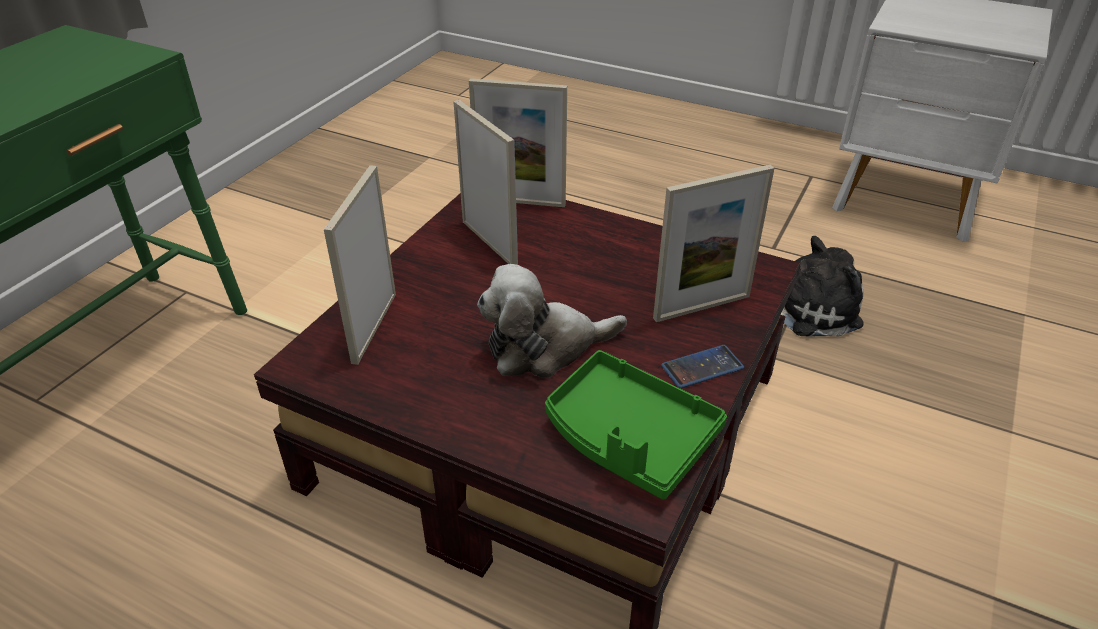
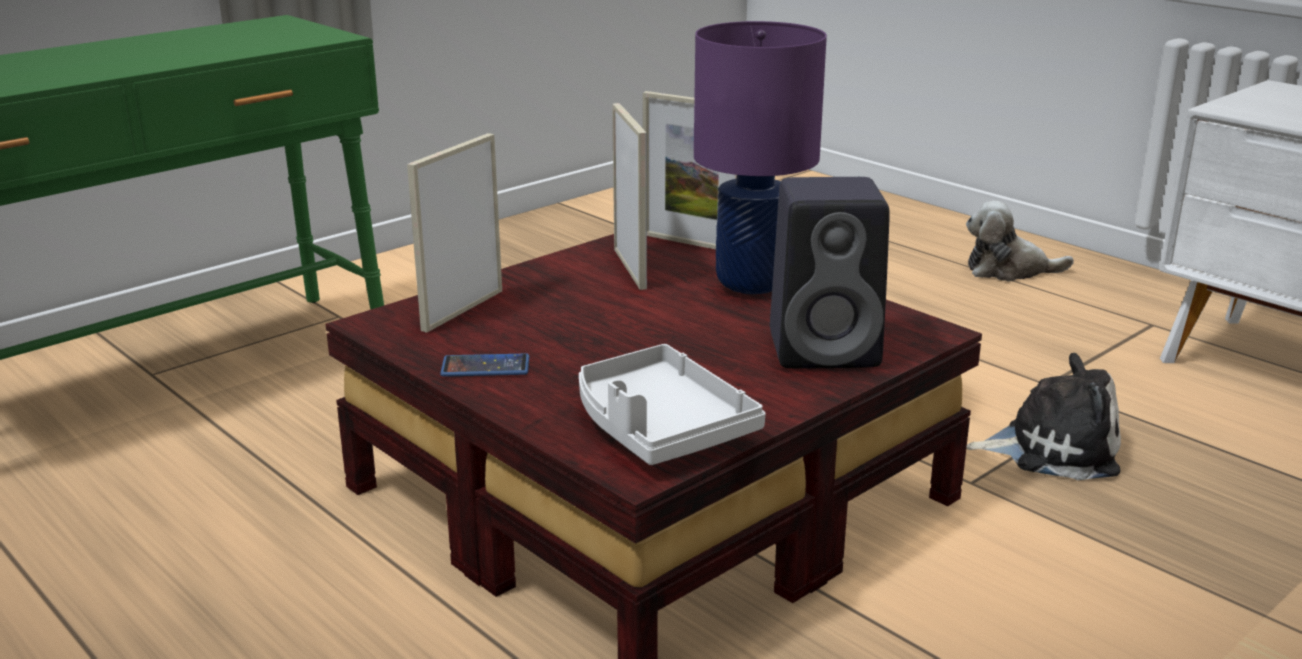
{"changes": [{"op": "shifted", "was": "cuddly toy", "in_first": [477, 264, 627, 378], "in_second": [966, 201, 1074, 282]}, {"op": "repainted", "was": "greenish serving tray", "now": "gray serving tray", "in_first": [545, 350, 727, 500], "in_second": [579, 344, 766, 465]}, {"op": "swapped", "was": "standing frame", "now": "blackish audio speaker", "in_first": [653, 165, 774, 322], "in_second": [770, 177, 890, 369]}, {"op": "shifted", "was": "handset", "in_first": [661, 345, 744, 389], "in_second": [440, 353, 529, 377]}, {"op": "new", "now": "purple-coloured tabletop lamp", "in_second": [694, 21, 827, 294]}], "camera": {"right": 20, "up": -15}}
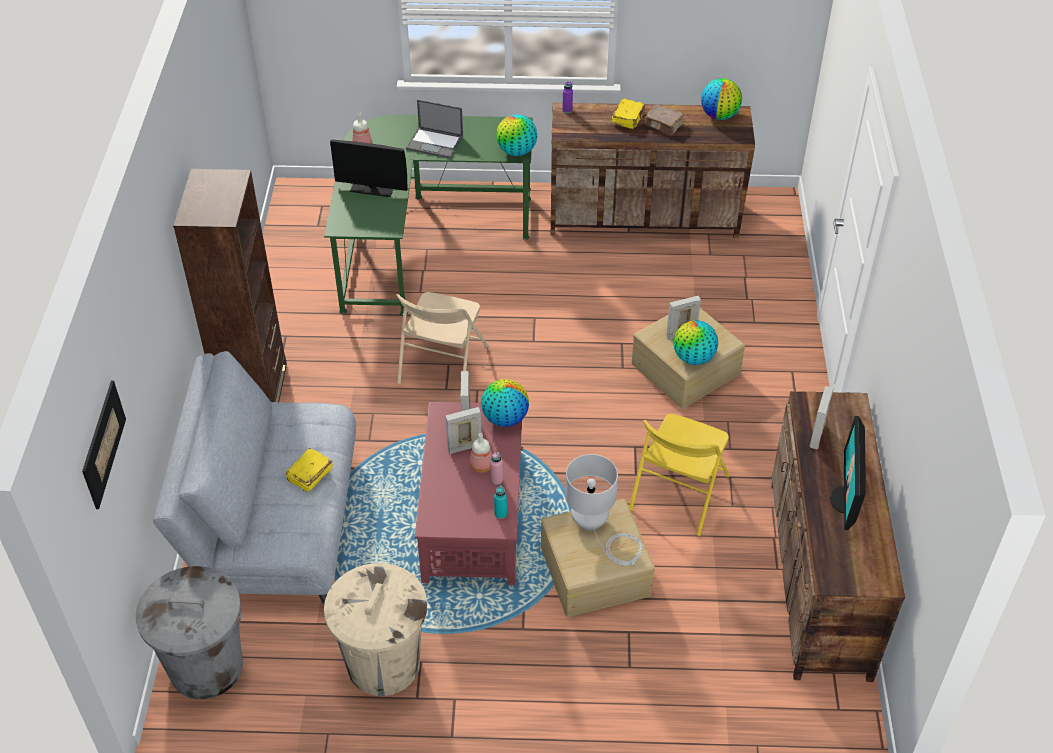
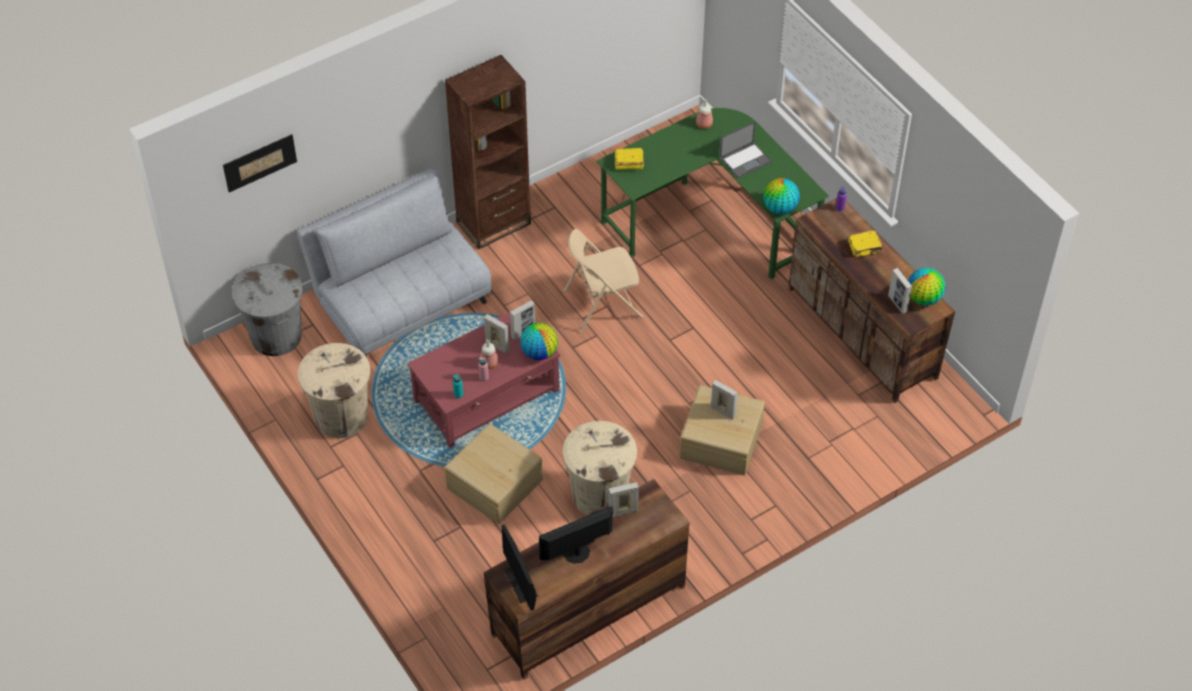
{"changes": [{"op": "shifted", "was": "yellowish book", "in_first": [286, 448, 333, 492], "in_second": [615, 148, 644, 169]}, {"op": "shifted", "was": "computer display", "in_first": [330, 139, 408, 197], "in_second": [501, 525, 538, 611]}, {"op": "rotated", "was": "portable computer", "in_first": [406, 100, 463, 159], "in_second": [720, 122, 772, 178], "clockwise": -105}, {"op": "gone", "was": "gray tabletop lamp", "in_first": [565, 454, 642, 566]}, {"op": "swapped", "was": "yellowish plain chair", "now": "sand-coloured trash can", "in_first": [629, 414, 730, 536], "in_second": [563, 421, 637, 515]}, {"op": "gone", "was": "brownish book", "in_first": [645, 104, 684, 135]}, {"op": "gone", "was": "desk globe", "in_first": [673, 320, 718, 365]}, {"op": "new", "now": "standing frame", "in_second": [888, 268, 913, 314]}], "camera": {"right": 55, "up": 5}}
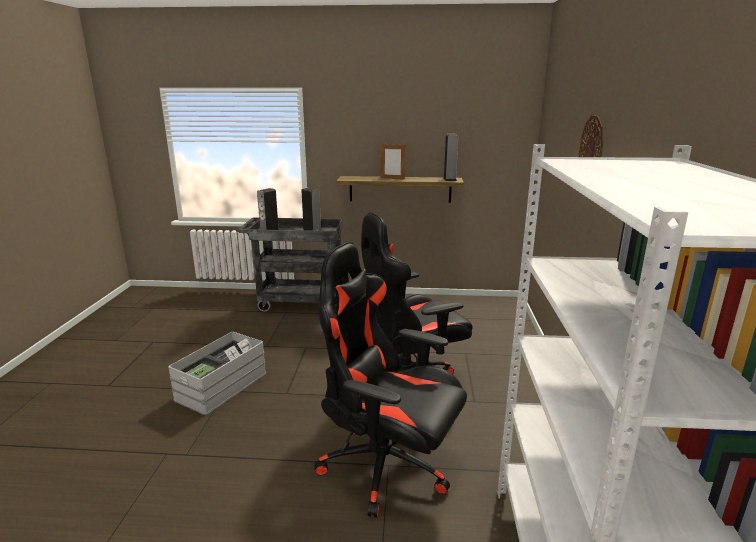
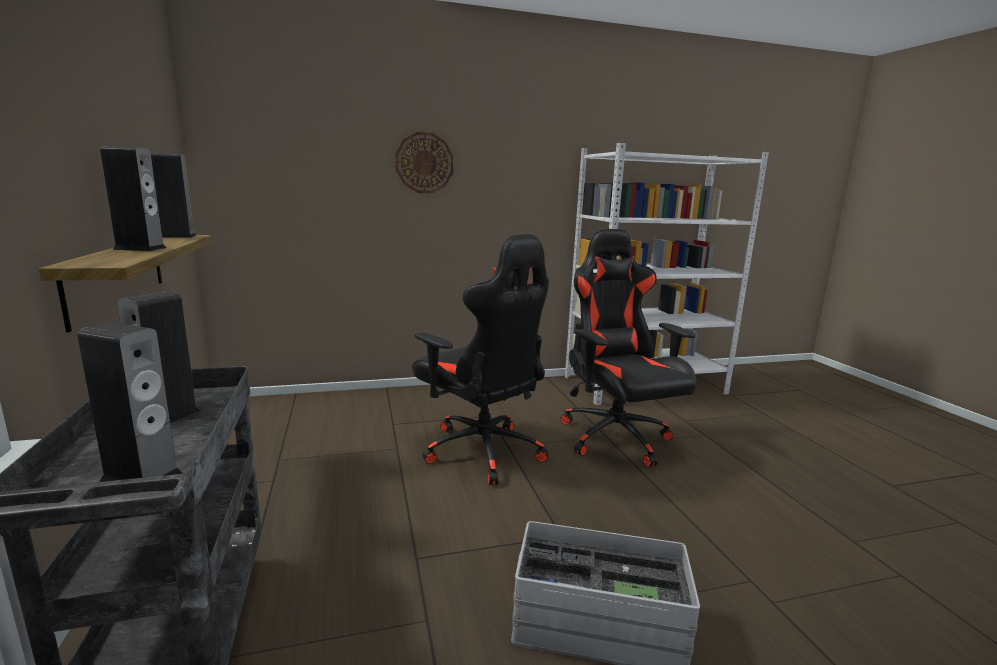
{"changes": [{"op": "rotated", "was": "blackish computer chair", "in_first": [314, 242, 467, 518], "in_second": [561, 229, 696, 467], "clockwise": 150}, {"op": "swapped", "was": "standing frame", "now": "audio speaker", "in_first": [381, 144, 405, 180], "in_second": [100, 146, 167, 251]}], "camera": {"right": -110, "up": -5}}
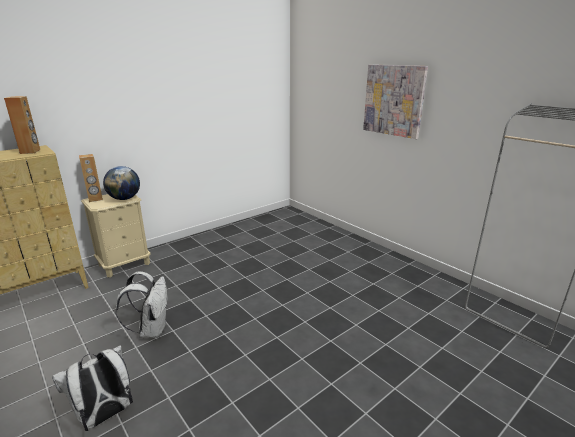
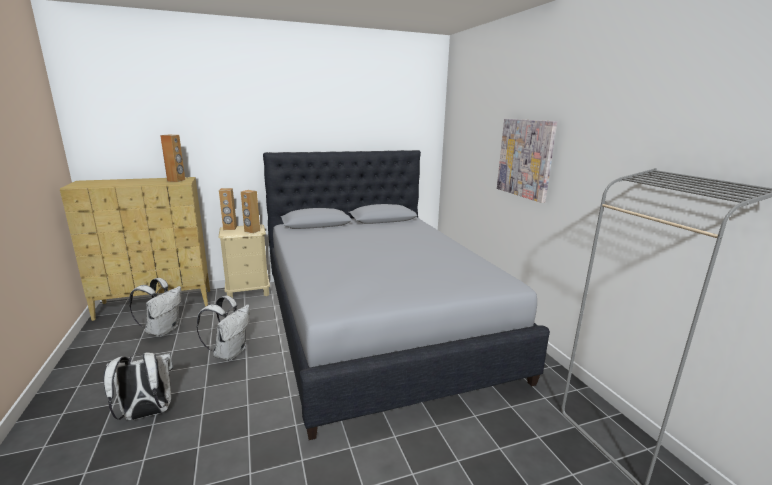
{"changes": [{"op": "swapped", "was": "desk globe", "now": "brownish audio speaker", "in_first": [103, 166, 140, 200], "in_second": [241, 190, 260, 233]}, {"op": "new", "now": "white-coloured rucksack", "in_second": [129, 278, 181, 337]}, {"op": "new", "now": "gray sleeping bed", "in_second": [263, 150, 550, 440]}], "camera": {"right": 20, "up": -5}}
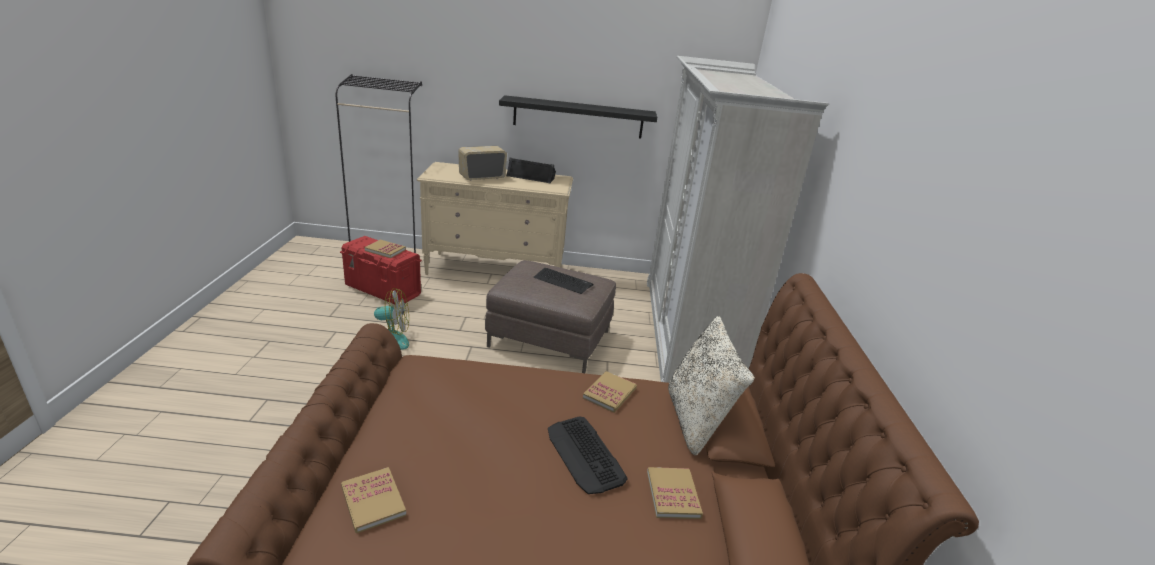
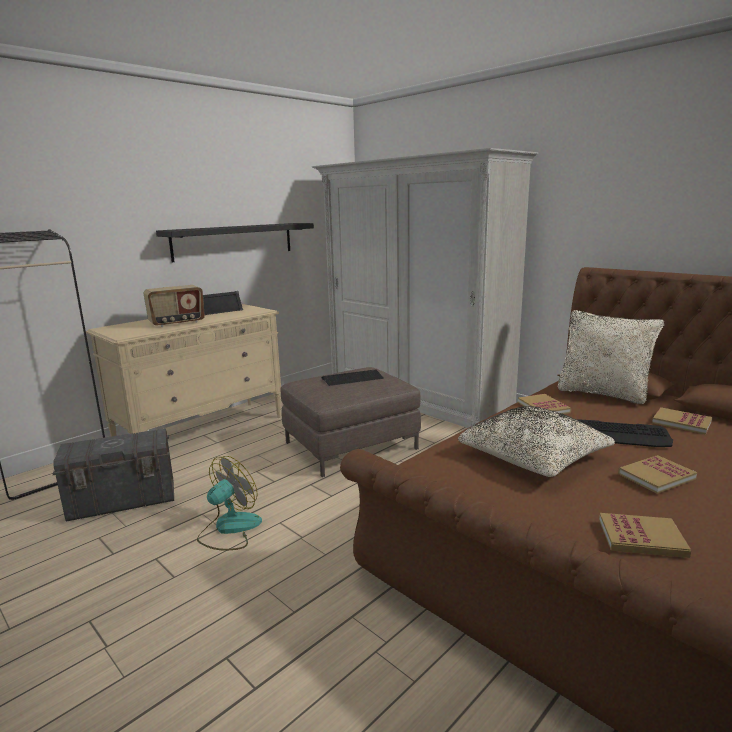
{"changes": [{"op": "repainted", "was": "red-coloured storage box", "now": "gray storage box", "in_first": [340, 236, 422, 304], "in_second": [53, 428, 174, 521]}, {"op": "shifted", "was": "book", "in_first": [365, 240, 406, 258], "in_second": [618, 455, 697, 494]}, {"op": "rotated", "was": "radio", "in_first": [458, 146, 507, 181], "in_second": [143, 285, 205, 327], "clockwise": -135}, {"op": "new", "now": "sand-coloured throw pillow", "in_second": [458, 406, 615, 477]}], "camera": {"right": -45, "up": -10}}
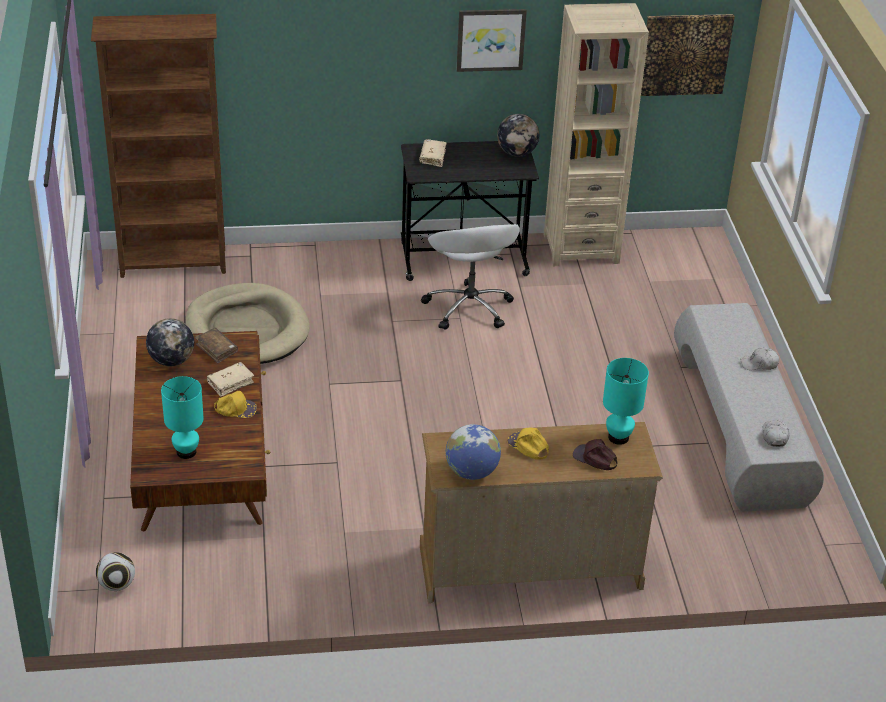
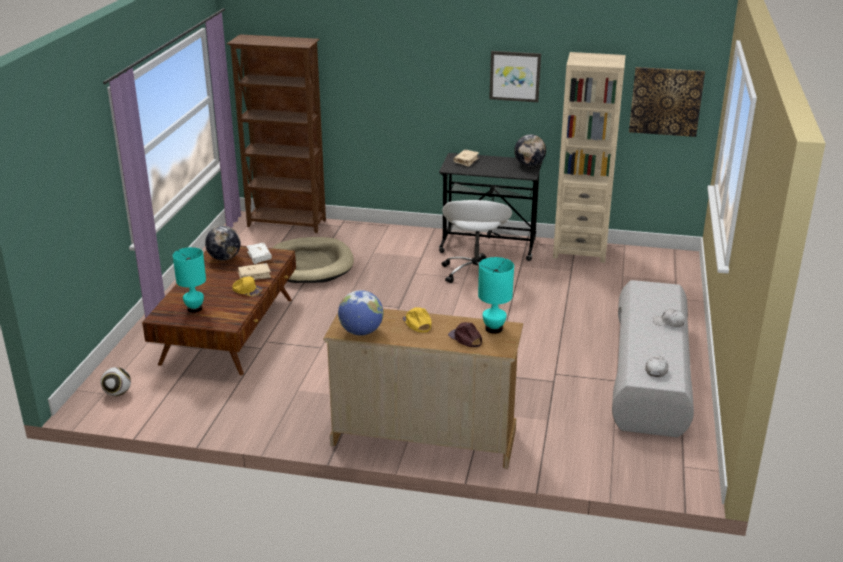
{"changes": [{"op": "repainted", "was": "brownish book", "now": "white-coloured book", "in_first": [195, 328, 238, 364], "in_second": [246, 243, 272, 264]}], "camera": {"right": 20, "up": -10}}
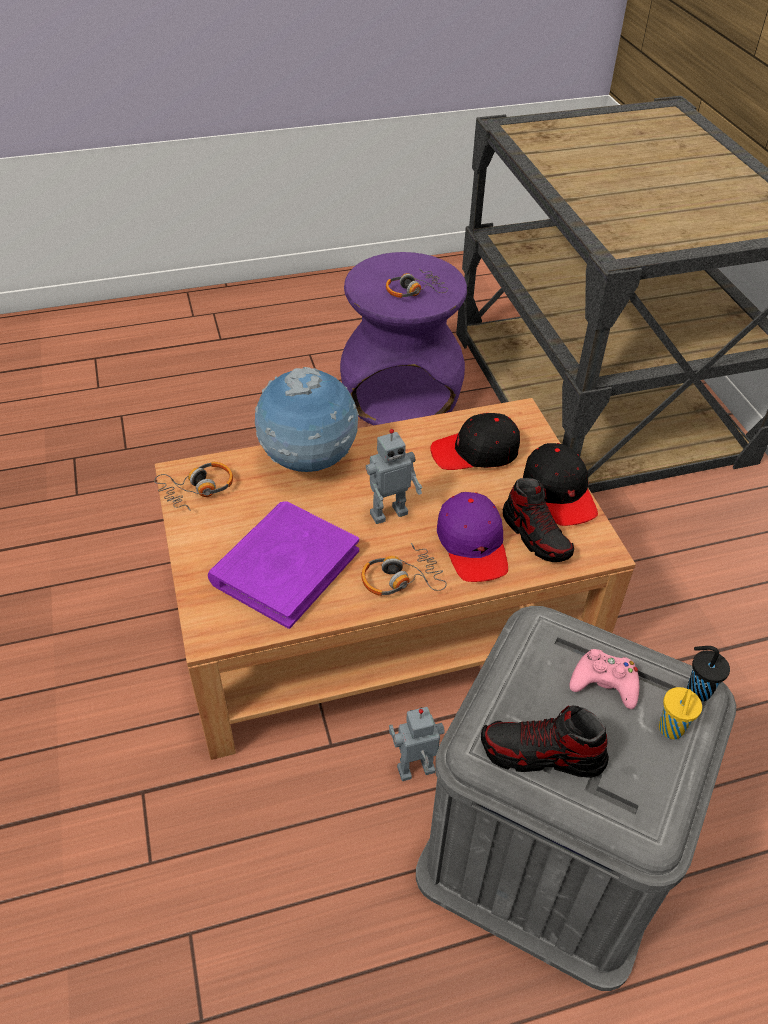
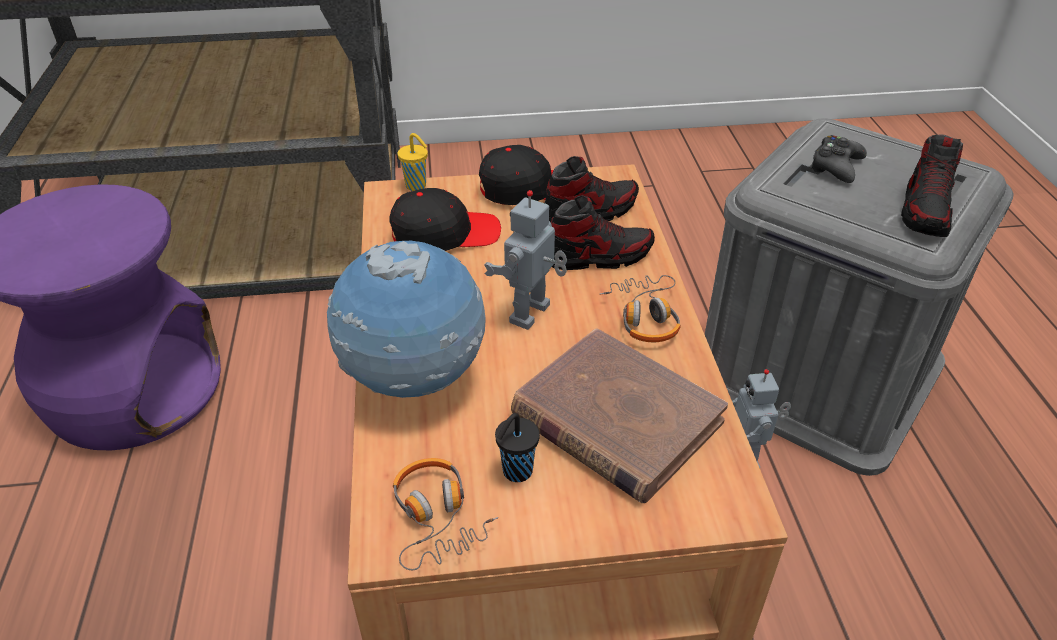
{"changes": [{"op": "repainted", "was": "purple-coloured book", "now": "brownish book", "in_first": [208, 501, 359, 629], "in_second": [511, 328, 728, 503]}, {"op": "rotated", "was": "toy robot", "in_first": [366, 429, 422, 524], "in_second": [484, 190, 567, 330], "clockwise": -135}, {"op": "gone", "was": "headphones", "in_first": [386, 269, 448, 298]}, {"op": "rotated", "was": "blackish peaked cap", "in_first": [430, 413, 520, 470], "in_second": [389, 188, 501, 251], "clockwise": -105}, {"op": "swapped", "was": "purple-coloured peaked cap", "now": "item of footwear", "in_first": [437, 492, 508, 582], "in_second": [551, 195, 655, 270]}, {"op": "repainted", "was": "pink game controller", "now": "blackish game controller", "in_first": [569, 649, 639, 709], "in_second": [809, 136, 867, 183]}, {"op": "shifted", "was": "yellowish small cup", "in_first": [659, 687, 702, 739], "in_second": [397, 133, 428, 191]}, {"op": "shifted", "was": "blackish small cup", "in_first": [687, 646, 730, 701], "in_second": [495, 413, 540, 482]}], "camera": {"right": -80, "up": -5}}
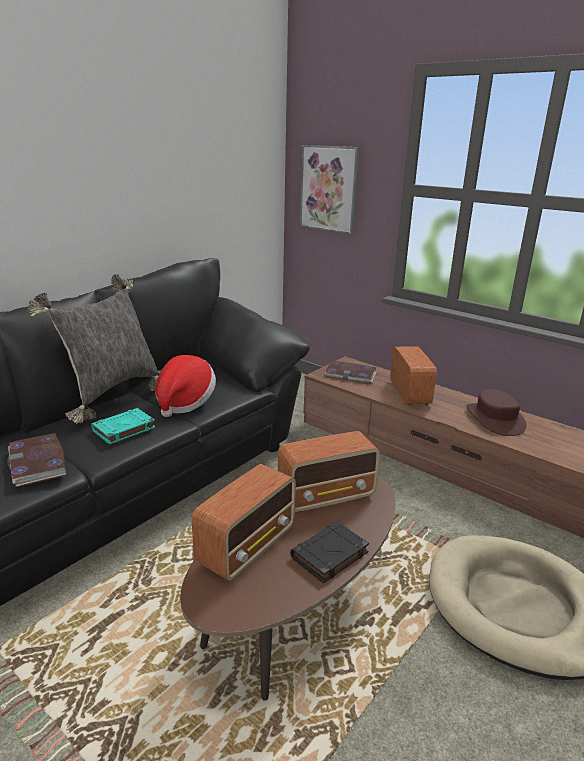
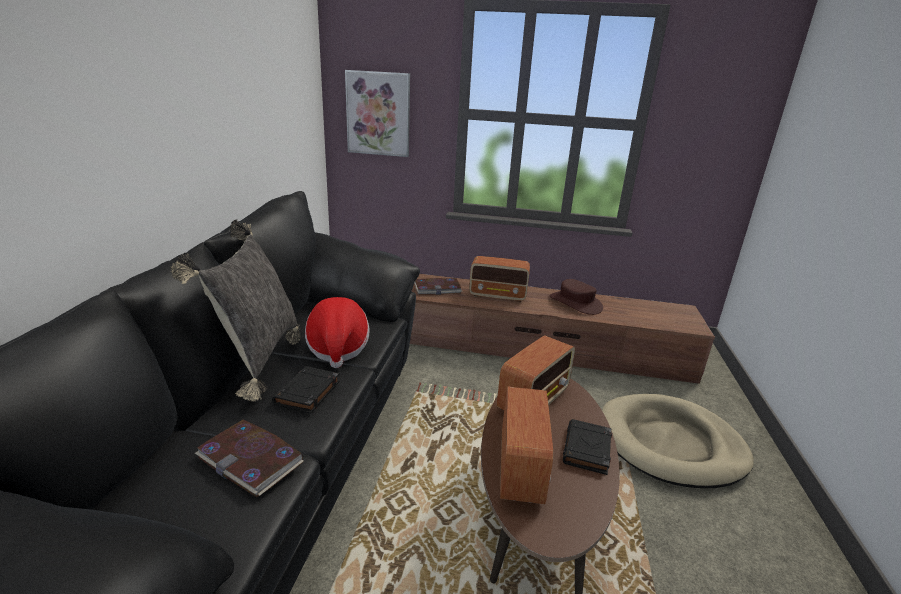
{"changes": [{"op": "repainted", "was": "turquoise-coloured book", "now": "blackish book", "in_first": [91, 408, 156, 445], "in_second": [272, 366, 340, 414]}, {"op": "rotated", "was": "radio", "in_first": [390, 346, 437, 406], "in_second": [469, 256, 530, 302], "clockwise": 135}], "camera": {"right": -30, "up": 0}}
